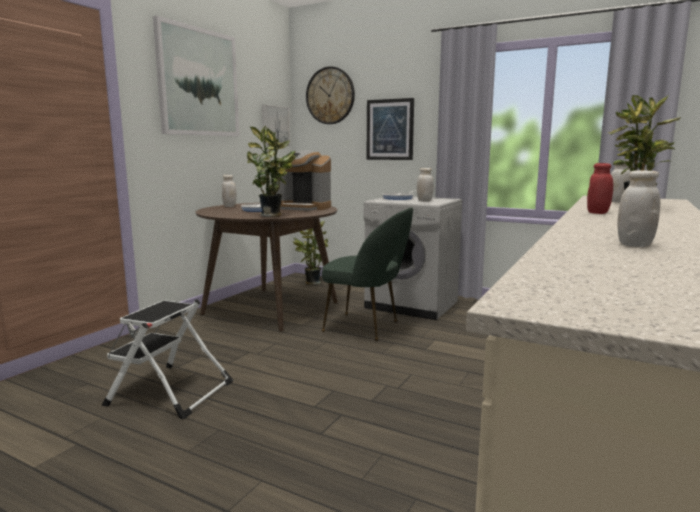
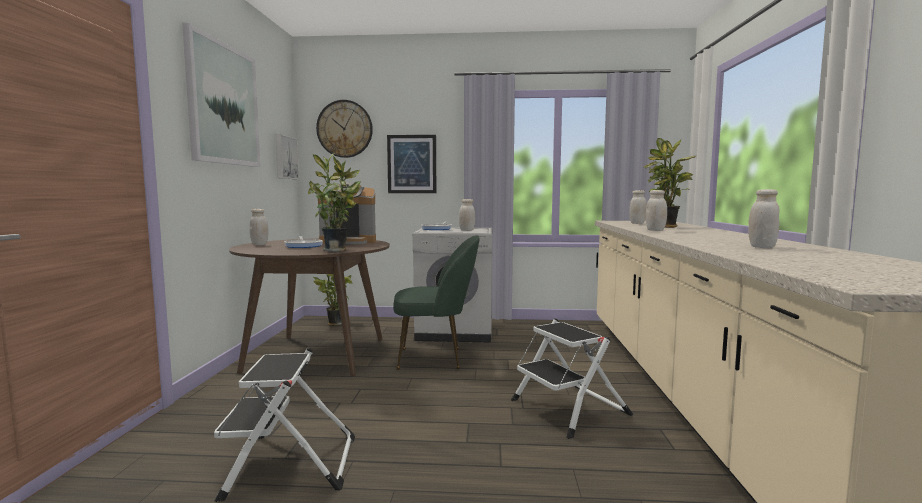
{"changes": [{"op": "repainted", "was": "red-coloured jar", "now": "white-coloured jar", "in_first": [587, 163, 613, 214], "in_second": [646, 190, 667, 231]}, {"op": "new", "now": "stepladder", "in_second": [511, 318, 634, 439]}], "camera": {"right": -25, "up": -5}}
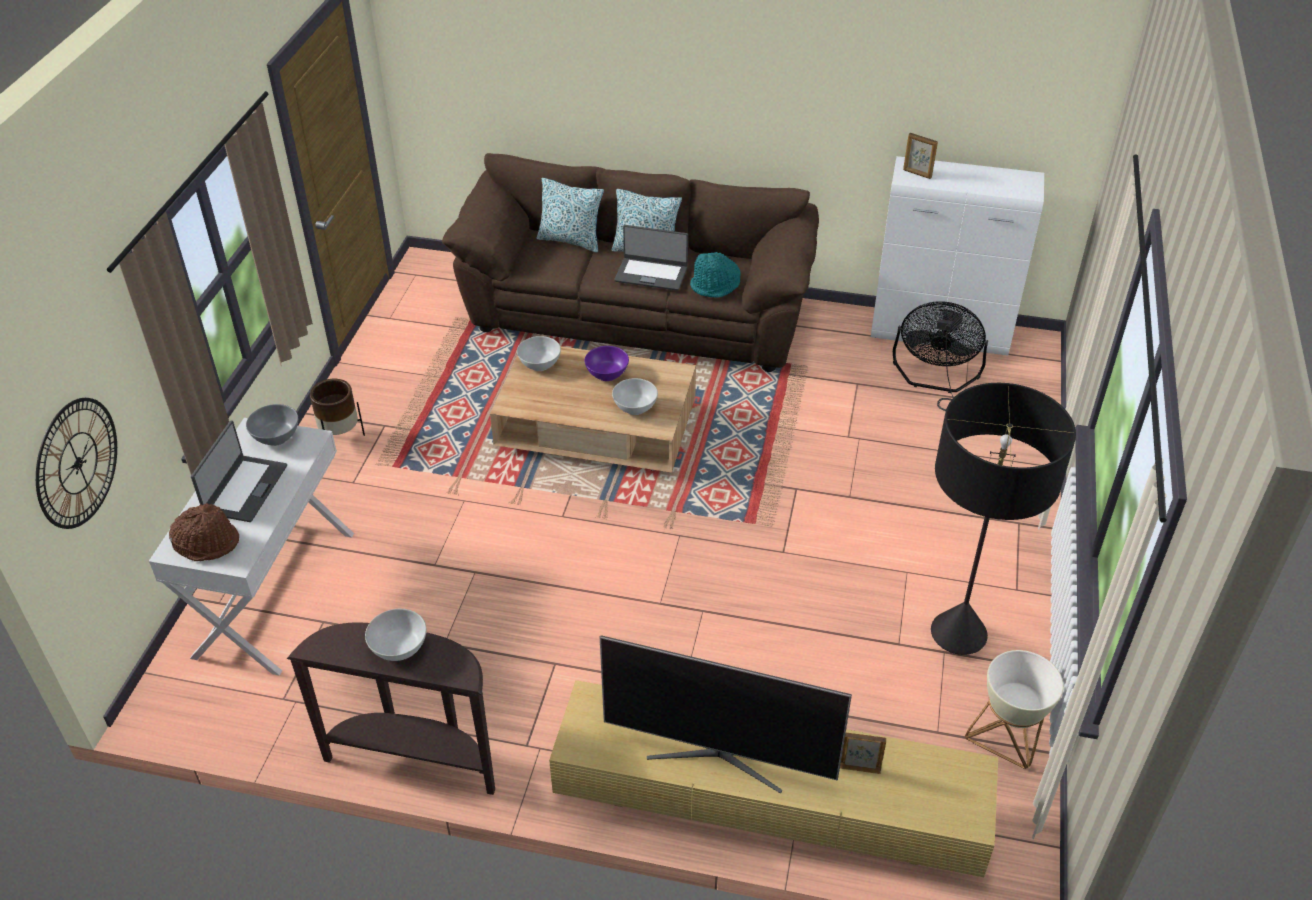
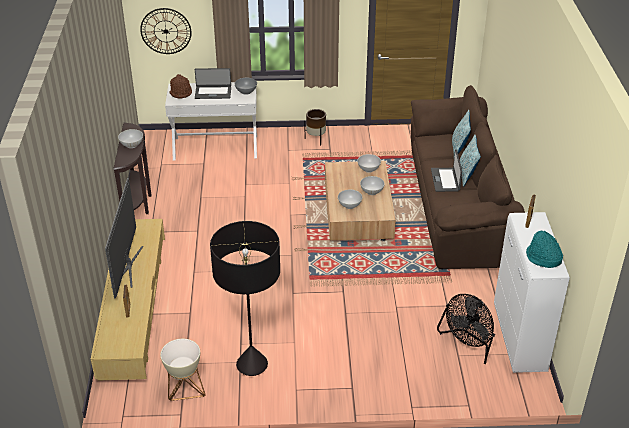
{"changes": [{"op": "repainted", "was": "purple-coloured bowl", "now": "white-coloured bowl", "in_first": [584, 346, 629, 381], "in_second": [360, 176, 385, 195]}, {"op": "shifted", "was": "turquoise-coloured hat", "in_first": [690, 252, 741, 298], "in_second": [526, 231, 563, 268]}, {"op": "rotated", "was": "blackish fan", "in_first": [893, 301, 988, 411], "in_second": [437, 294, 495, 364], "clockwise": 135}], "camera": {"right": 75, "up": -5}}
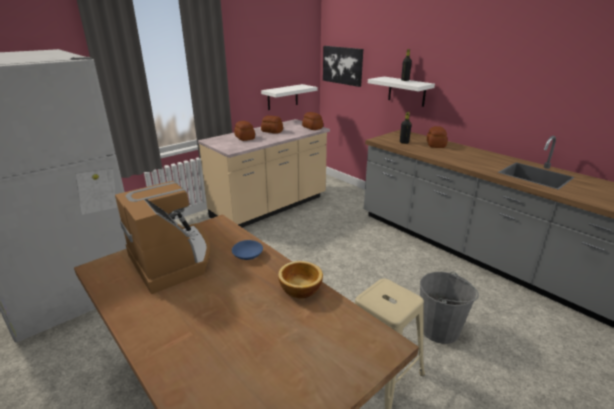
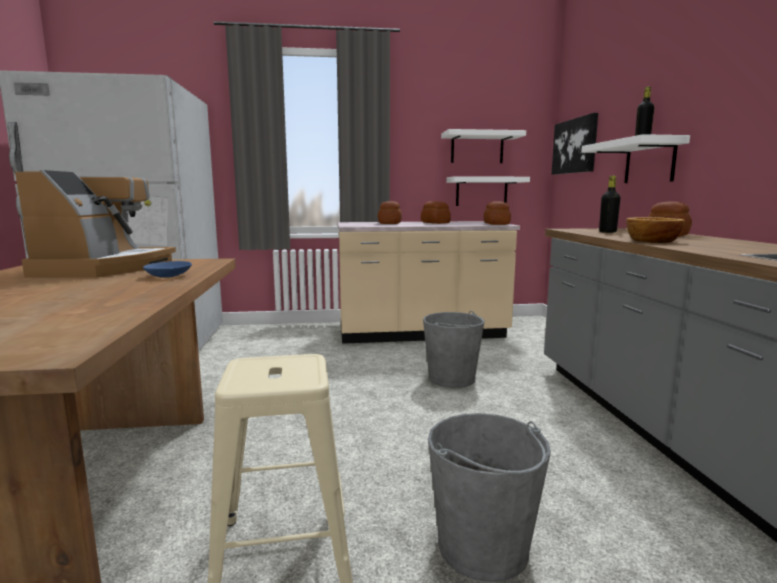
{"changes": [{"op": "shifted", "was": "bowl", "in_first": [278, 261, 323, 298], "in_second": [626, 217, 685, 243]}, {"op": "new", "now": "gray pail", "in_second": [423, 311, 485, 388]}, {"op": "new", "now": "white-coloured shelf", "in_second": [441, 129, 526, 163]}], "camera": {"right": 35, "up": -15}}
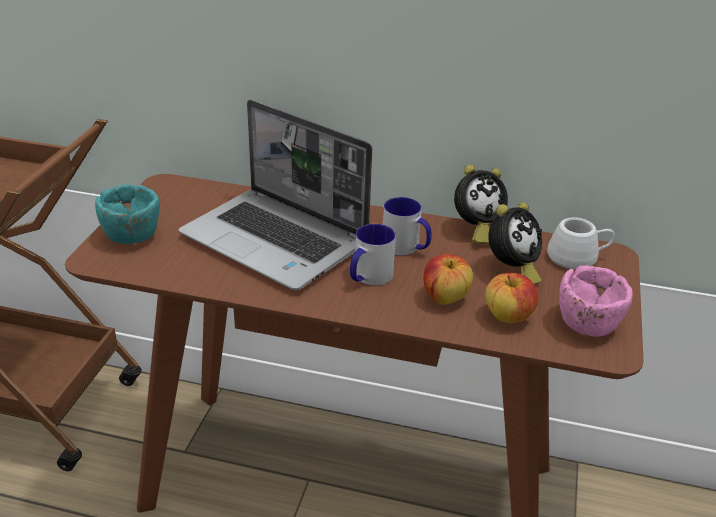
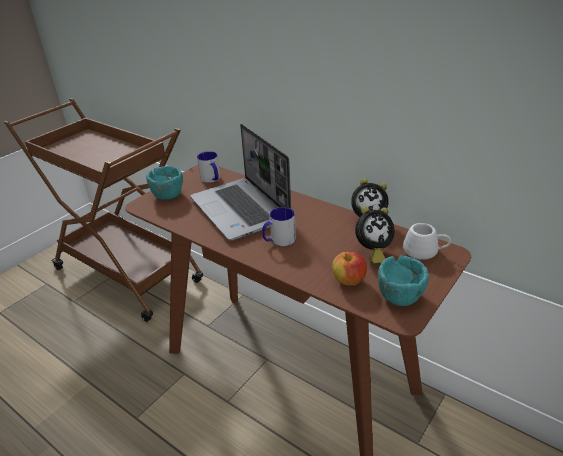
{"changes": [{"op": "shifted", "was": "mug", "in_first": [383, 197, 432, 255], "in_second": [197, 151, 220, 183]}, {"op": "gone", "was": "whole apple", "in_first": [424, 254, 473, 305]}, {"op": "repainted", "was": "pink bowl", "now": "turquoise-coloured bowl", "in_first": [559, 265, 633, 337], "in_second": [378, 255, 429, 306]}], "camera": {"right": 25, "up": 0}}
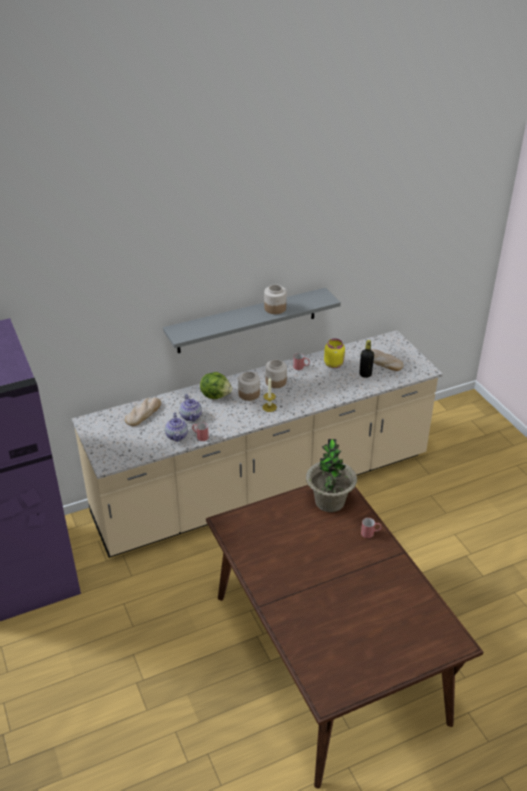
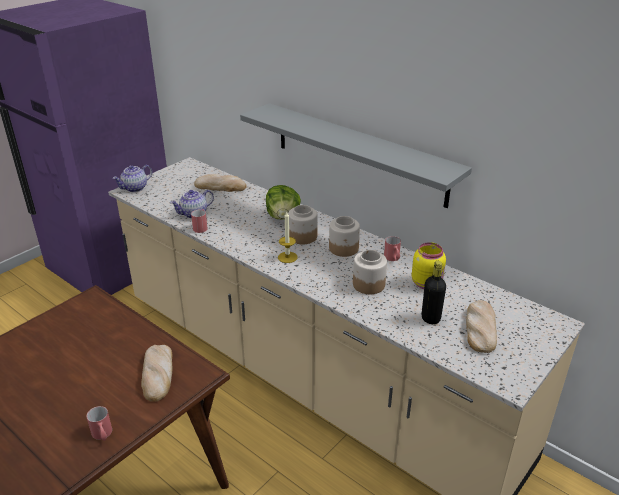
{"changes": [{"op": "shifted", "was": "tea pot", "in_first": [179, 394, 202, 422], "in_second": [113, 165, 152, 192]}, {"op": "shifted", "was": "jar", "in_first": [264, 284, 287, 314], "in_second": [353, 250, 387, 294]}, {"op": "swapped", "was": "potted plant", "now": "bakery bread", "in_first": [306, 439, 357, 512], "in_second": [141, 345, 173, 402]}], "camera": {"right": 65, "up": -5}}
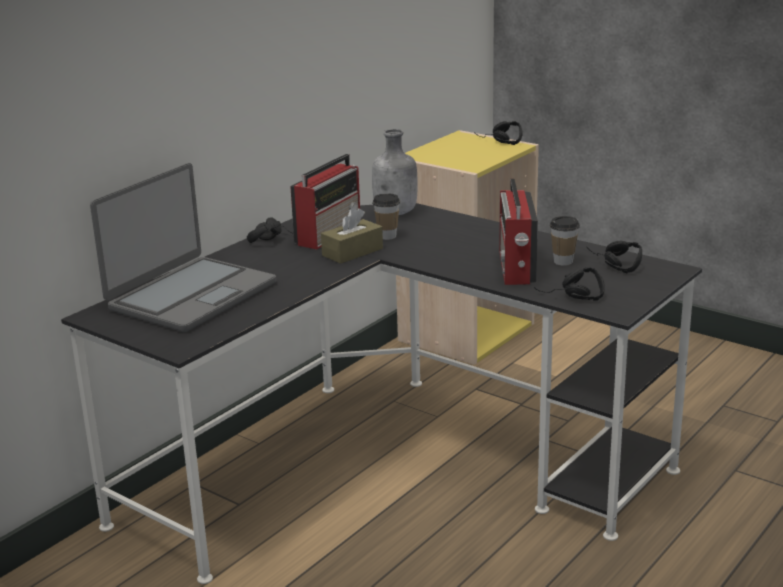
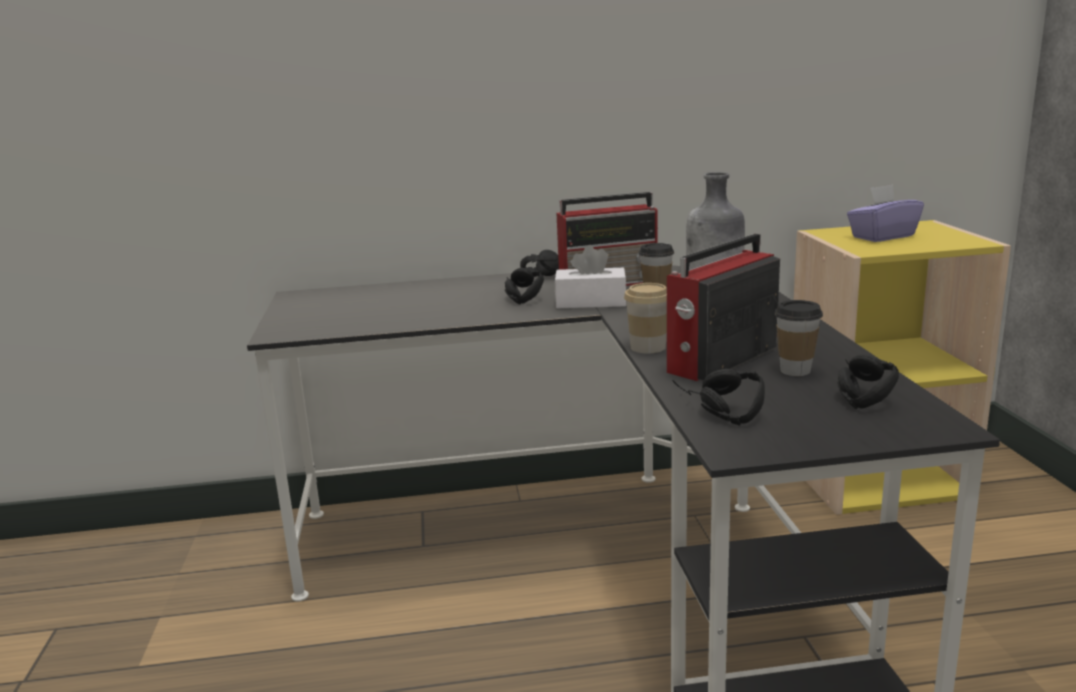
{"changes": [{"op": "gone", "was": "portable computer", "in_first": [90, 163, 276, 332]}, {"op": "repainted", "was": "brownish box of tissues", "now": "white-coloured box of tissues", "in_first": [321, 207, 383, 264], "in_second": [555, 245, 627, 308]}, {"op": "shifted", "was": "blackish headphones", "in_first": [474, 121, 522, 145], "in_second": [505, 268, 544, 304]}, {"op": "new", "now": "small cup", "in_second": [624, 283, 667, 353]}, {"op": "new", "now": "purple-coloured box of tissues", "in_second": [847, 184, 924, 242]}], "camera": {"right": 45, "up": -5}}
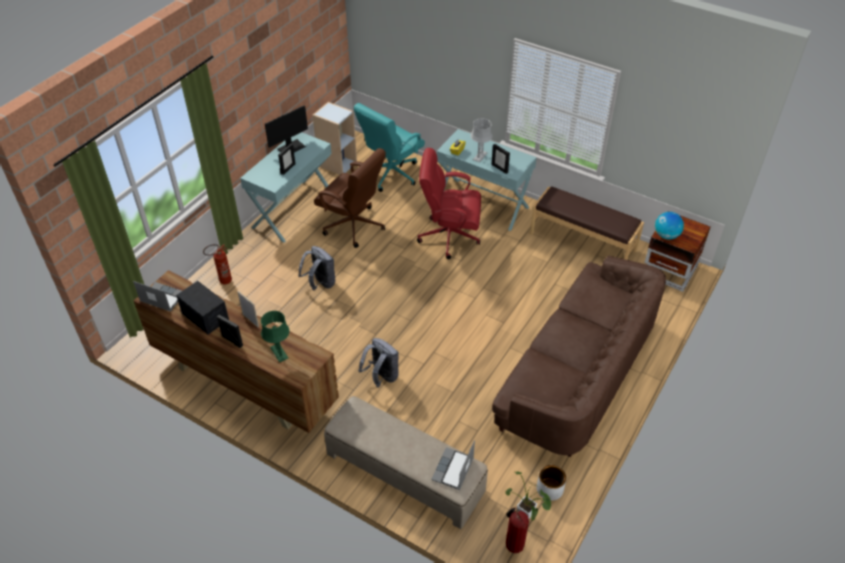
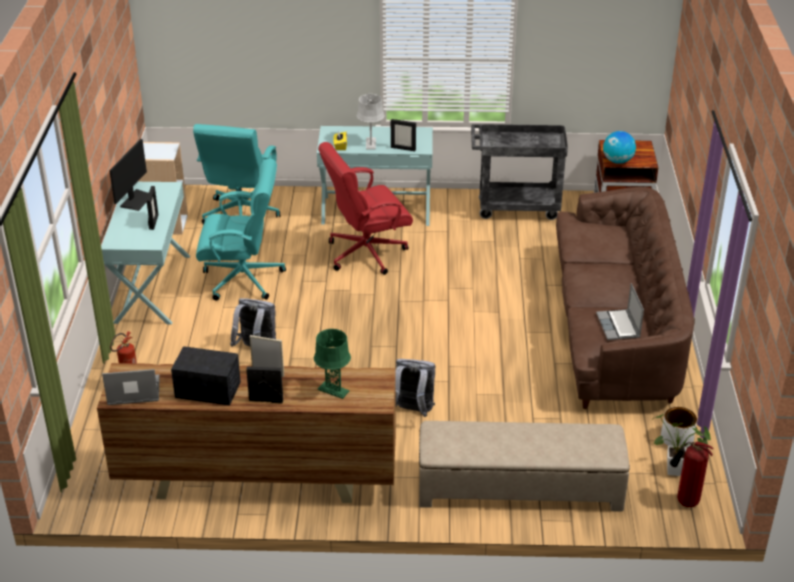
{"changes": [{"op": "repainted", "was": "brownish computer chair", "now": "turquoise-coloured computer chair", "in_first": [314, 148, 386, 248], "in_second": [196, 159, 286, 301]}, {"op": "shifted", "was": "portable computer", "in_first": [431, 441, 475, 490], "in_second": [596, 283, 644, 340]}, {"op": "swapped", "was": "brownish bench", "now": "gray cart", "in_first": [530, 186, 644, 260], "in_second": [471, 124, 568, 220]}], "camera": {"right": -30, "up": -10}}
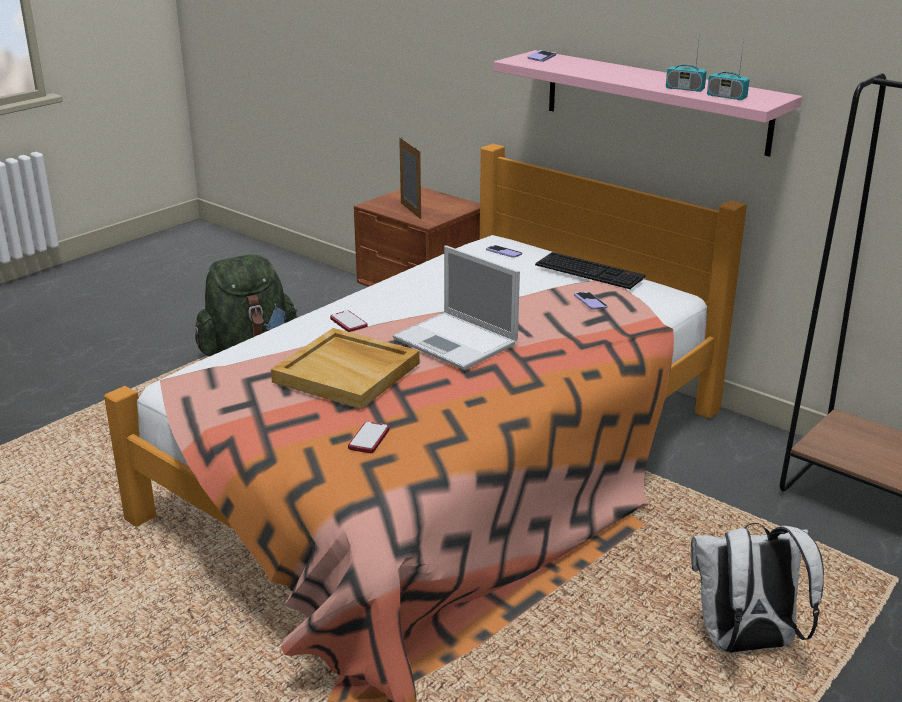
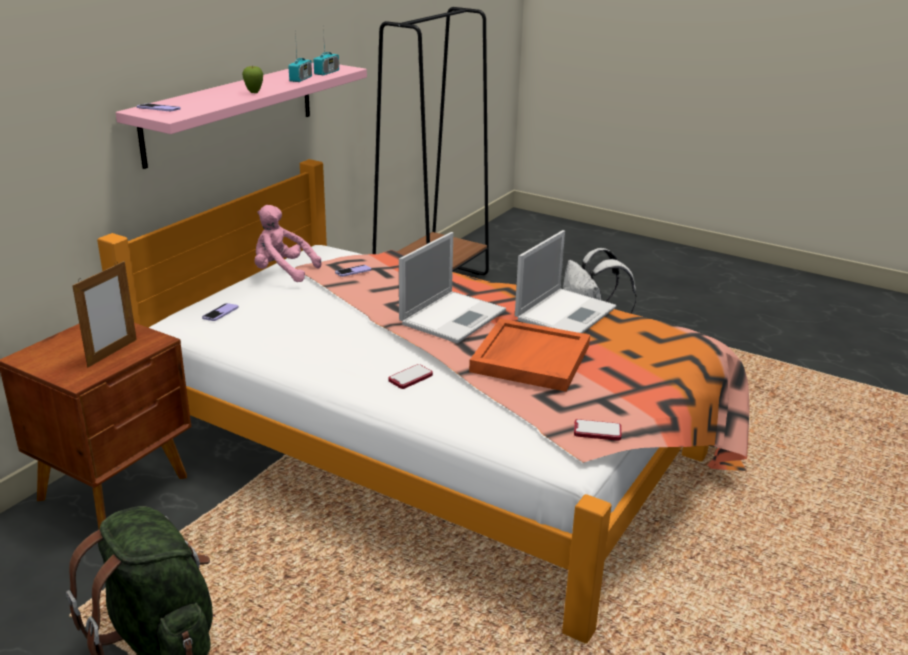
{"changes": [{"op": "repainted", "was": "sand-coloured serving tray", "now": "orangey serving tray", "in_first": [271, 328, 420, 409], "in_second": [469, 318, 590, 392]}, {"op": "shifted", "was": "handset", "in_first": [348, 421, 389, 453], "in_second": [574, 419, 622, 441]}, {"op": "rotated", "was": "standing frame", "in_first": [399, 138, 421, 219], "in_second": [72, 261, 137, 367], "clockwise": 150}, {"op": "swapped", "was": "keyboard", "now": "pink cuddly toy", "in_first": [535, 252, 646, 289], "in_second": [254, 205, 321, 282]}, {"op": "new", "now": "whole apple", "in_second": [242, 65, 263, 93]}, {"op": "new", "now": "portable computer", "in_second": [515, 230, 616, 333]}], "camera": {"right": -100, "up": 0}}
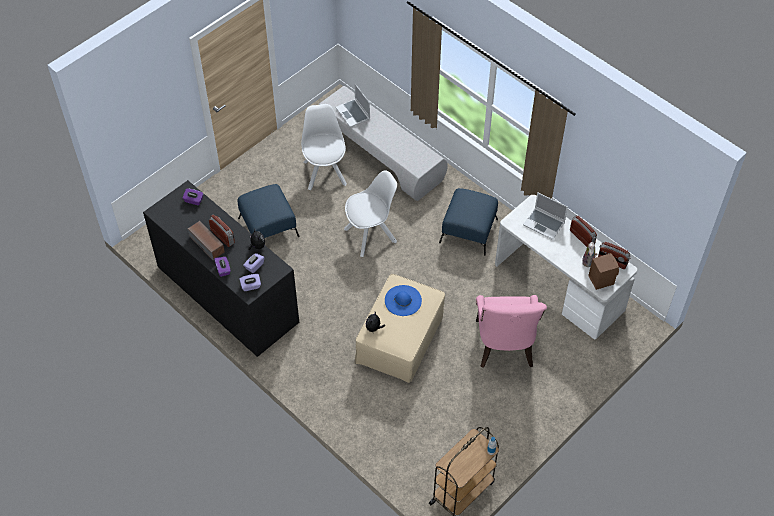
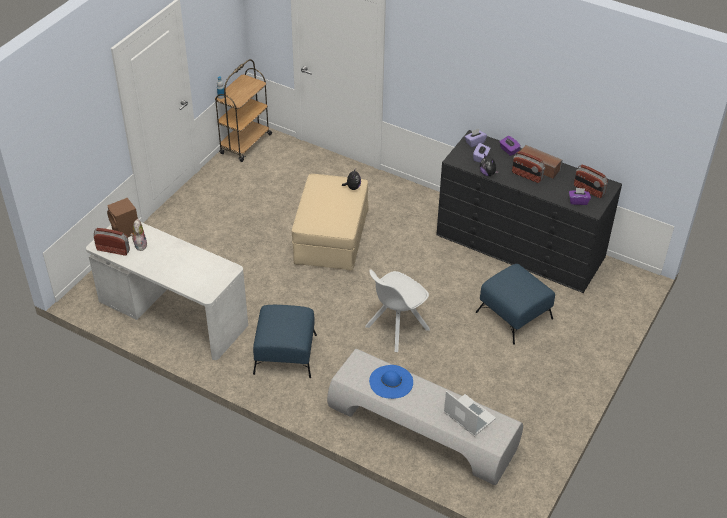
{"changes": [{"op": "gone", "was": "white-coloured plain chair", "in_first": [301, 104, 347, 190]}, {"op": "shifted", "was": "blue hat", "in_first": [385, 285, 422, 316], "in_second": [369, 365, 413, 399]}, {"op": "gone", "was": "pink plain chair", "in_first": [476, 295, 547, 368]}, {"op": "gone", "was": "portable computer", "in_first": [523, 192, 568, 240]}, {"op": "shifted", "was": "radio", "in_first": [570, 215, 597, 247], "in_second": [574, 165, 608, 198]}], "camera": {"right": 165, "up": -10}}
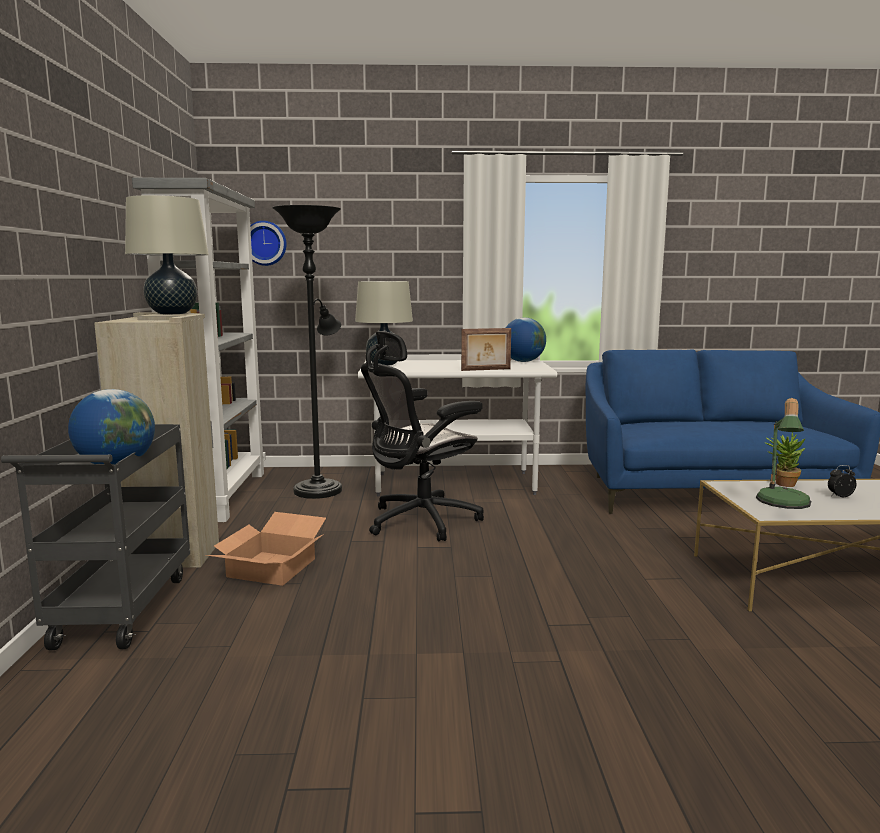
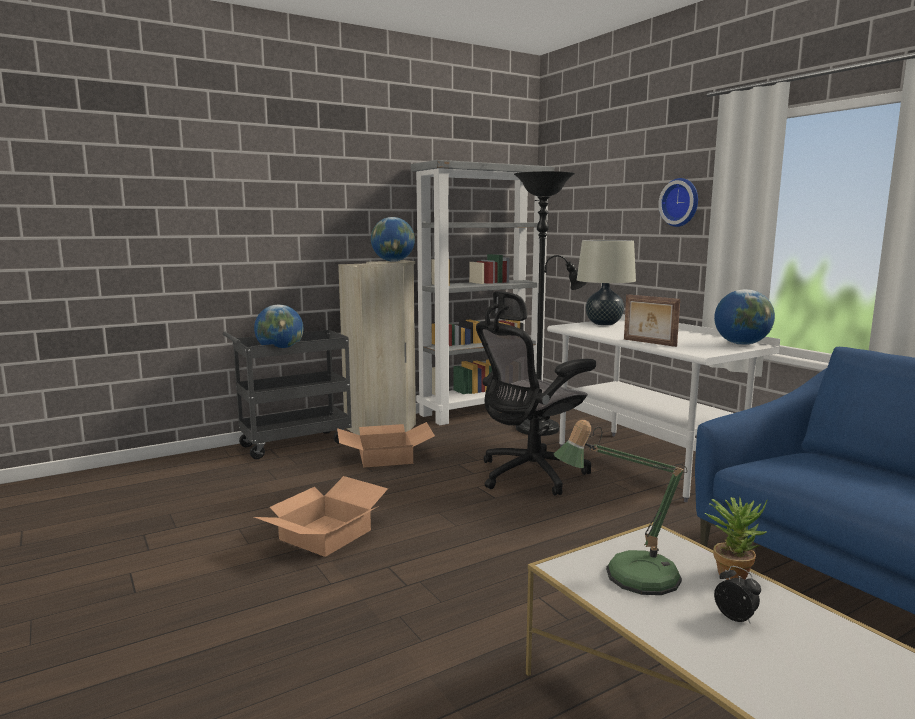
{"changes": [{"op": "swapped", "was": "sand-coloured tabletop lamp", "now": "desk globe", "in_first": [125, 195, 209, 314], "in_second": [371, 217, 415, 262]}, {"op": "shifted", "was": "hanging clock", "in_first": [250, 221, 287, 266], "in_second": [658, 178, 698, 227]}, {"op": "rotated", "was": "computer chair", "in_first": [361, 331, 484, 541], "in_second": [476, 291, 596, 496], "clockwise": -60}, {"op": "new", "now": "cardboard box", "in_second": [254, 476, 388, 557]}], "camera": {"right": 60, "up": 0}}
